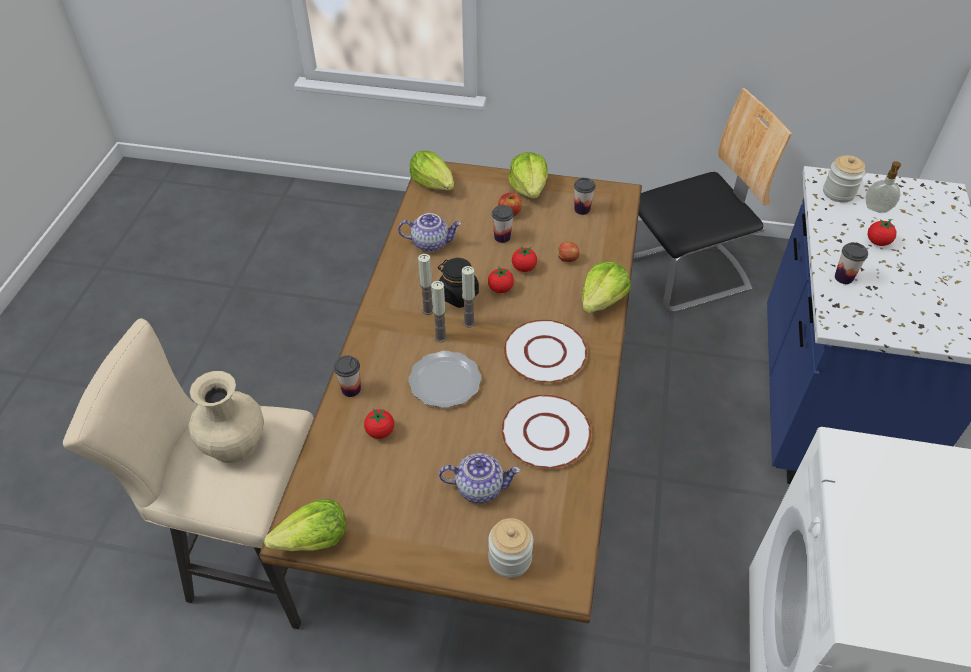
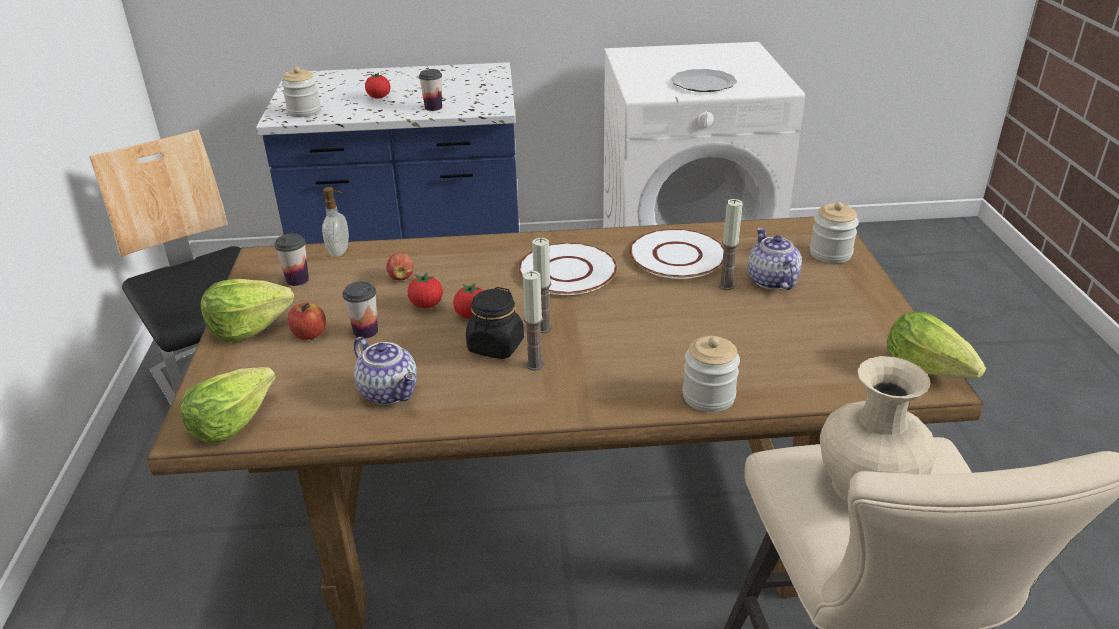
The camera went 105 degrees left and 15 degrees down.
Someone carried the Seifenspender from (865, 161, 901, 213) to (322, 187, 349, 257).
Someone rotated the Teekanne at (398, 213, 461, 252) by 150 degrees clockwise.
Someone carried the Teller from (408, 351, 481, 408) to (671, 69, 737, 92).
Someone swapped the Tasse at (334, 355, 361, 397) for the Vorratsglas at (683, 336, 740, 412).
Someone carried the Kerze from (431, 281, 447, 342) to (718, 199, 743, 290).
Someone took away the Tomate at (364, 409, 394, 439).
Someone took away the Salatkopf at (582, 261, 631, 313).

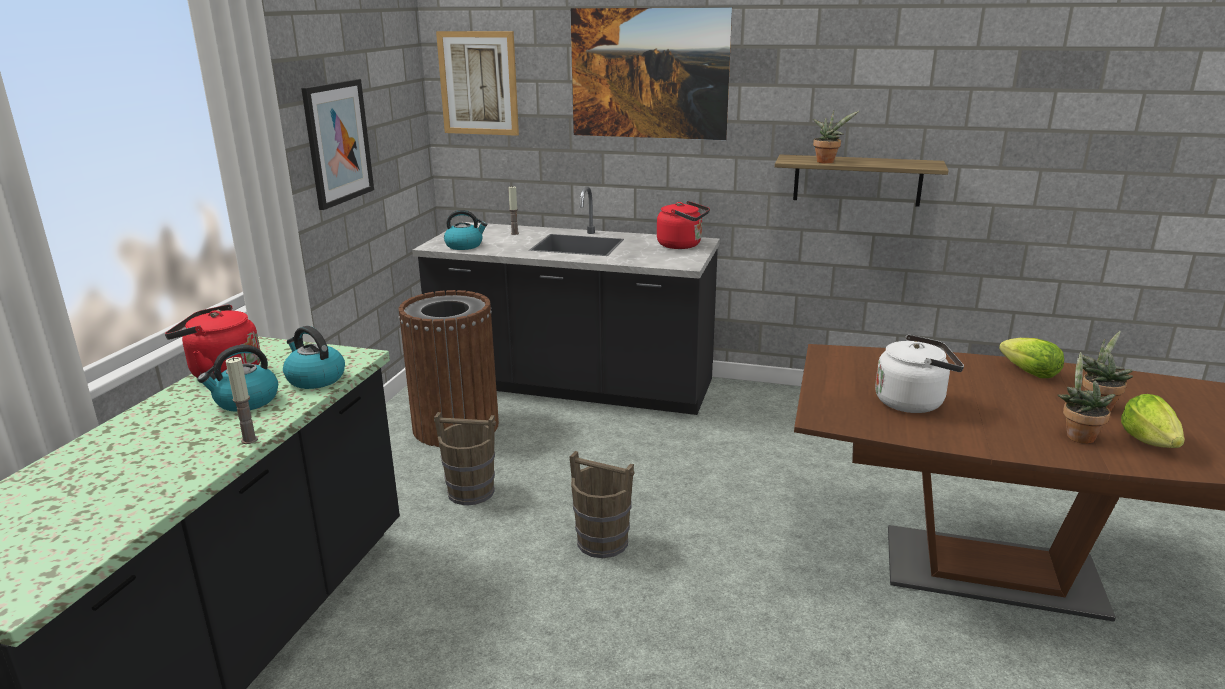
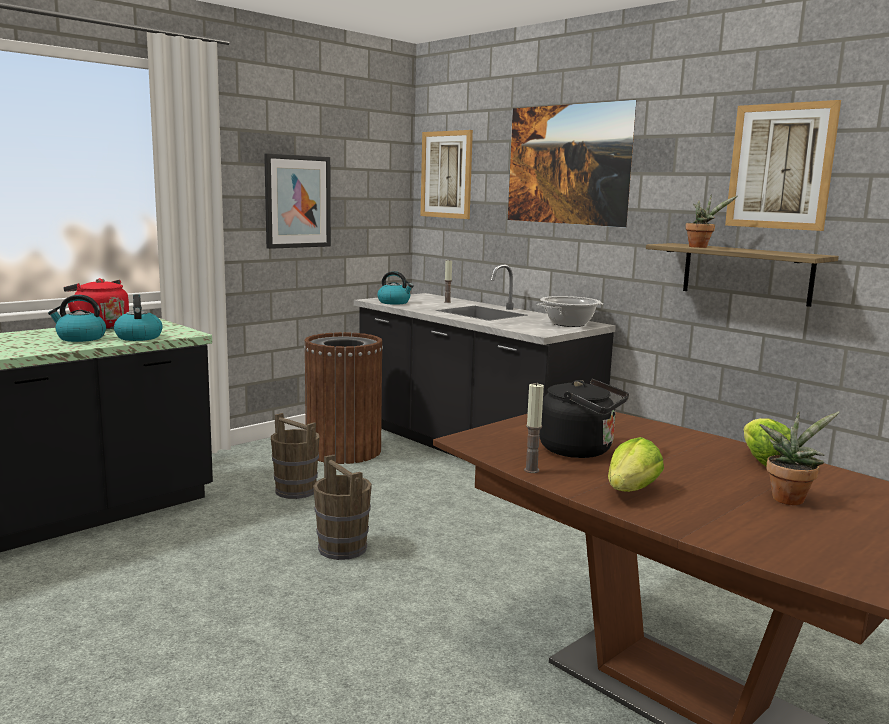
The camera went 30 degrees right and 10 degrees down.
Someone carried the Kerze from (226, 357, 258, 444) to (524, 382, 544, 473).
Someone swapped the Wasserkessel/rot at (657, 201, 710, 249) for the Kochtopf at (537, 296, 603, 327).
Someone repainted the Wasserkessel/weiß at (875, 335, 964, 413), which became the Wasserkessel/schwarz at (539, 379, 629, 458).
Someone carried the Salatkopf from (1121, 394, 1185, 448) to (608, 437, 664, 492).
Someone put up the Bild at (725, 100, 841, 231).
Someone took away the Topfpflanze at (1058, 352, 1116, 444).

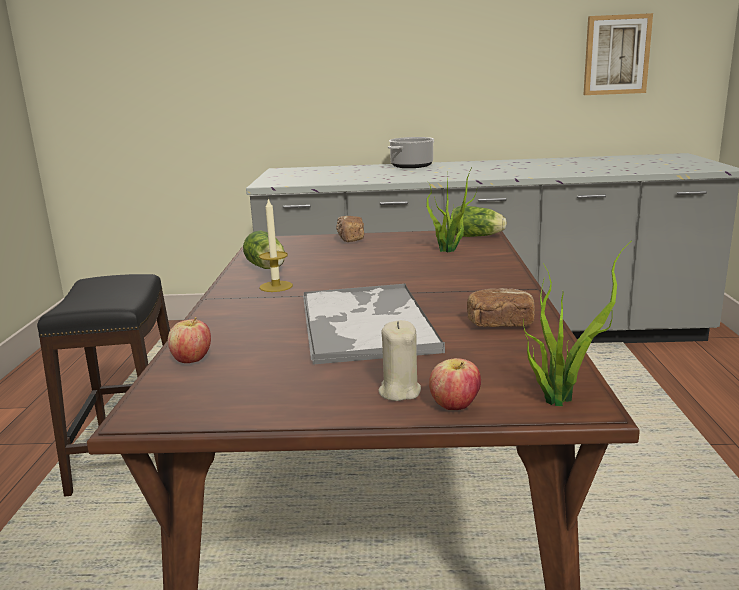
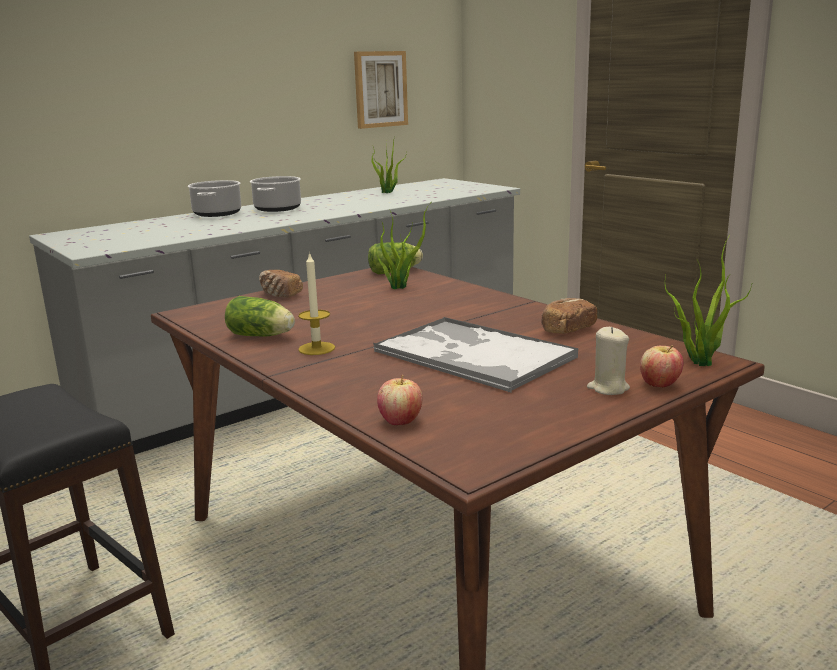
The camera went 40 degrees left and 0 degrees up.
Someone put down the Kochtopf at (250, 176, 301, 212).
Someone put down the Topfpflanze at (372, 134, 407, 193).

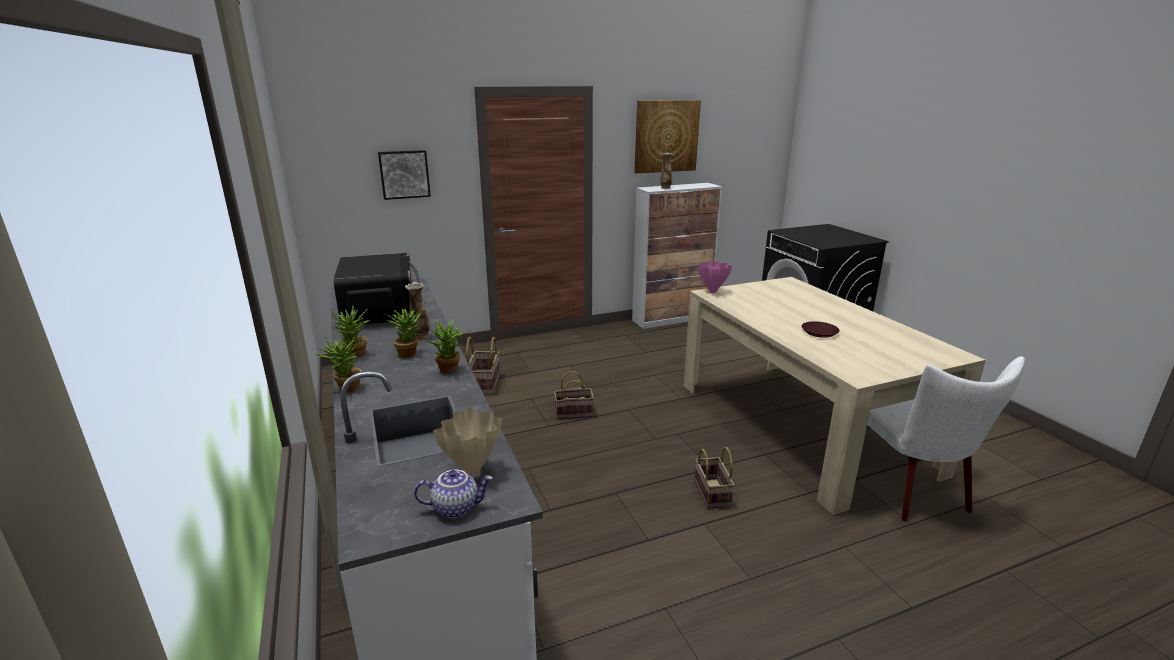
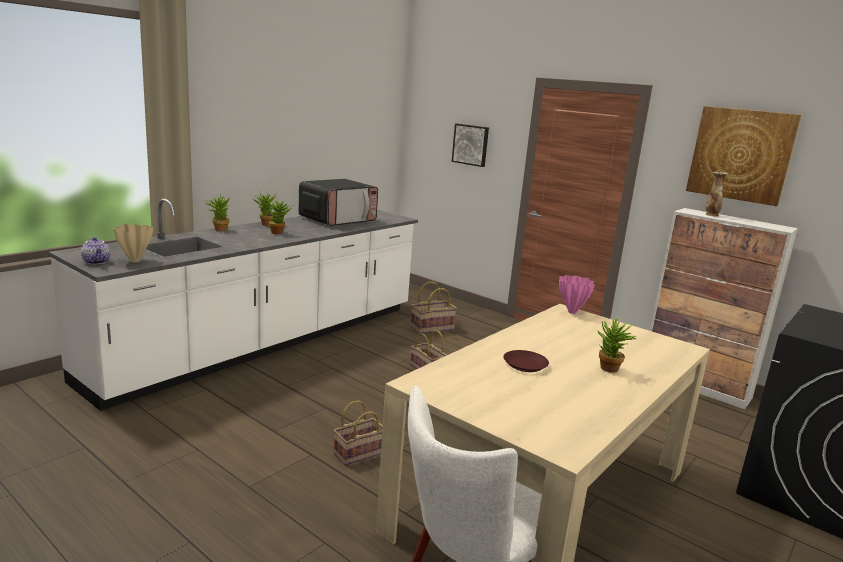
The camera went 60 degrees right and 5 degrees down.
Someone carried the Topfpflanze from (427, 319, 469, 373) to (597, 317, 636, 373).
Someone took away the Vase at (405, 282, 430, 340).

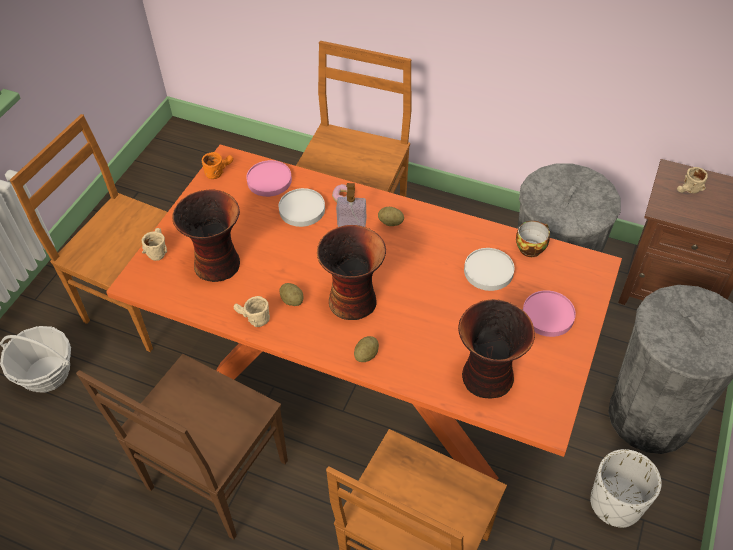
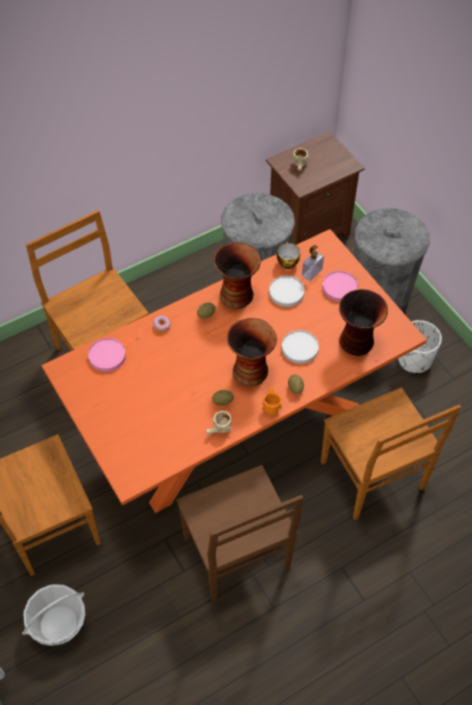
The camera went 55 degrees left and 5 degrees up.
Someone carried the Vase from (172, 190, 240, 282) to (214, 243, 261, 309).
Someone carried the Henkelbecher/orange from (202, 152, 233, 179) to (262, 387, 282, 415).
Someone carried the Teller/weiß from (279, 188, 325, 227) to (282, 330, 319, 364).
Someone carried the Seifenspender from (336, 183, 366, 227) to (302, 245, 324, 281).
Someone took away the Henkelbecher/beige at (141, 228, 167, 261).

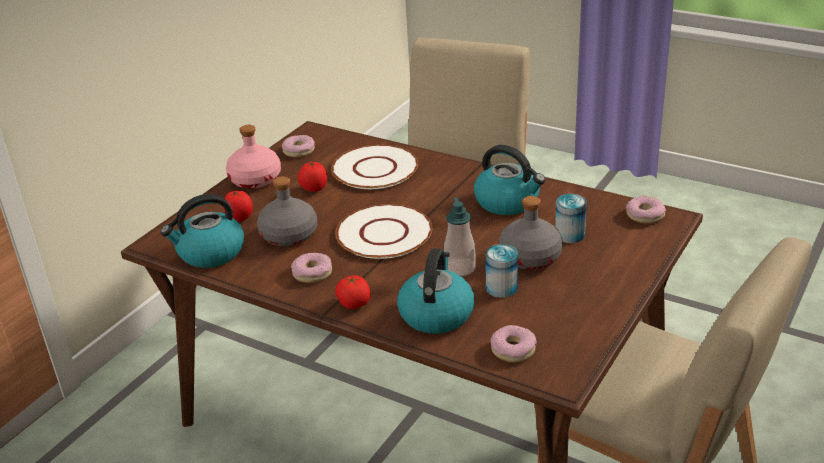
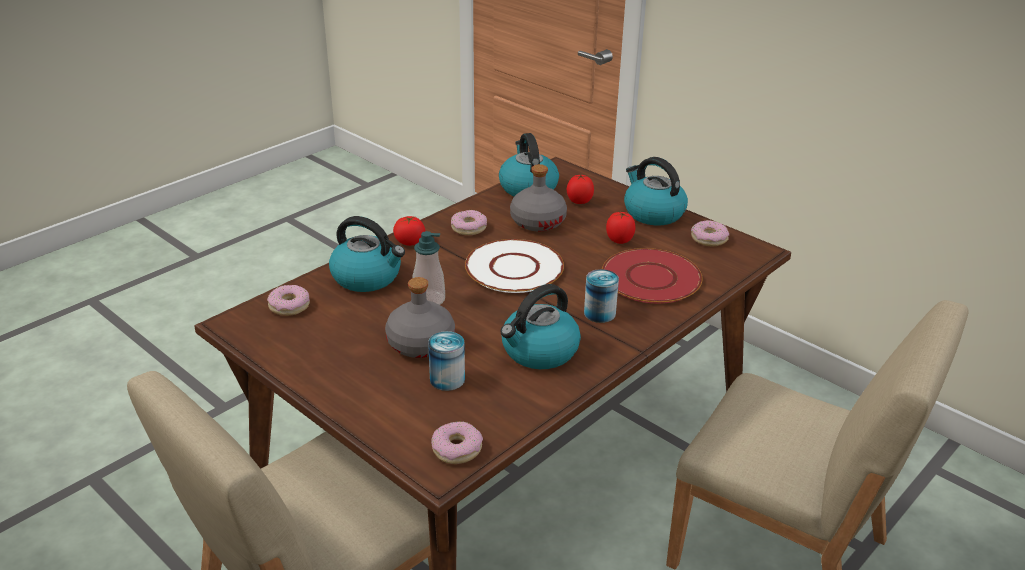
The camera went 100 degrees right and 0 degrees up.
Someone carried the Dose from (485, 244, 518, 298) to (584, 269, 619, 323).
Someone repainted the Teller/weiß at (331, 145, 418, 189), which became the Teller/rot at (602, 248, 703, 304).
Someone swapped the Flasche/rosa at (226, 125, 281, 189) for the Wasserkessel at (624, 157, 688, 225).

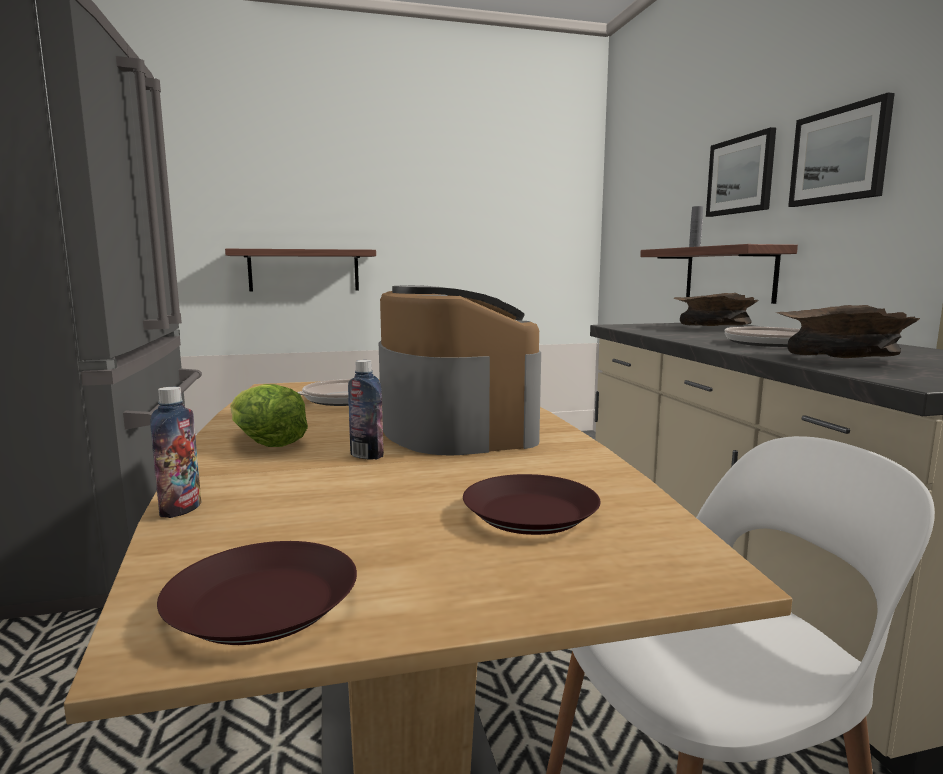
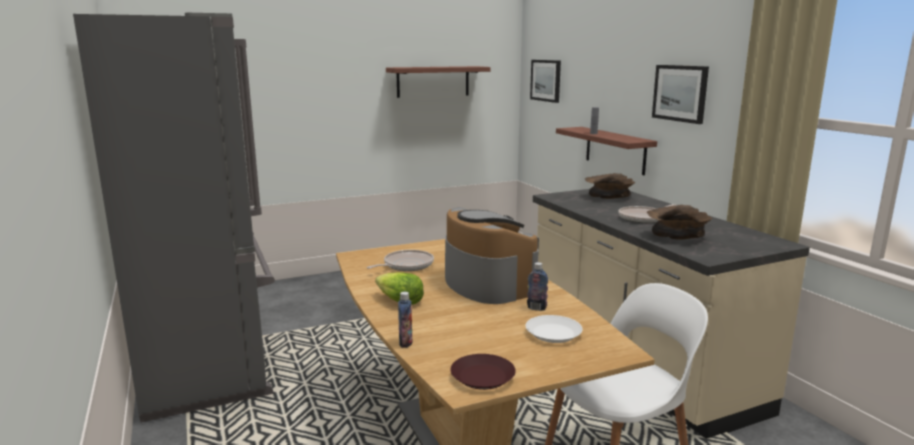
The camera went 10 degrees left and 5 degrees up.
Someone carried the Wandregal from (225, 249, 376, 291) to (386, 66, 490, 98).
Someone repainted the Teller/braun at (463, 474, 601, 535), which became the Teller/weiß at (526, 315, 583, 343).
Someone carried the Flasche from (348, 360, 384, 459) to (527, 262, 548, 311).
Someone carried the Bild from (706, 127, 776, 217) to (530, 60, 561, 103).

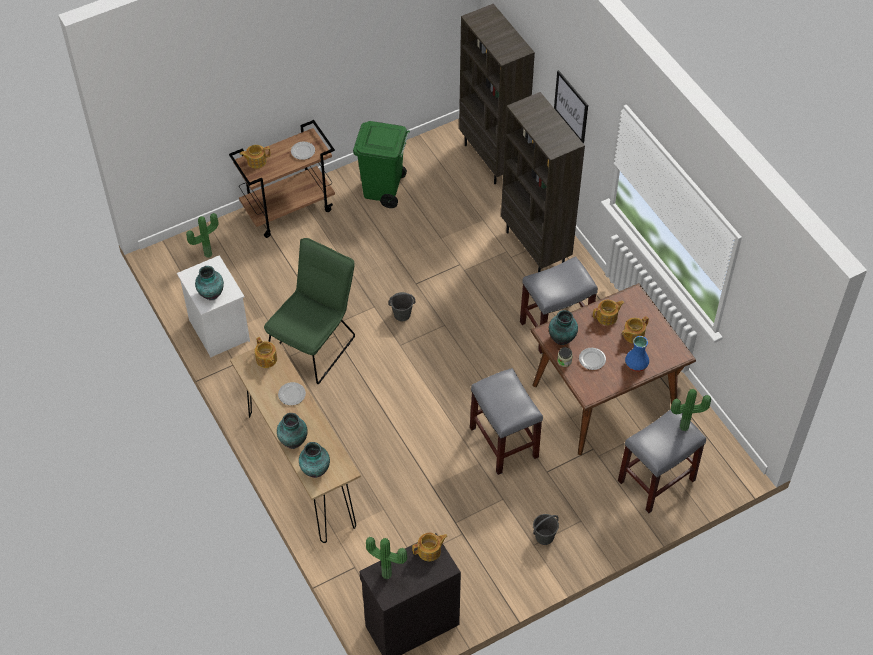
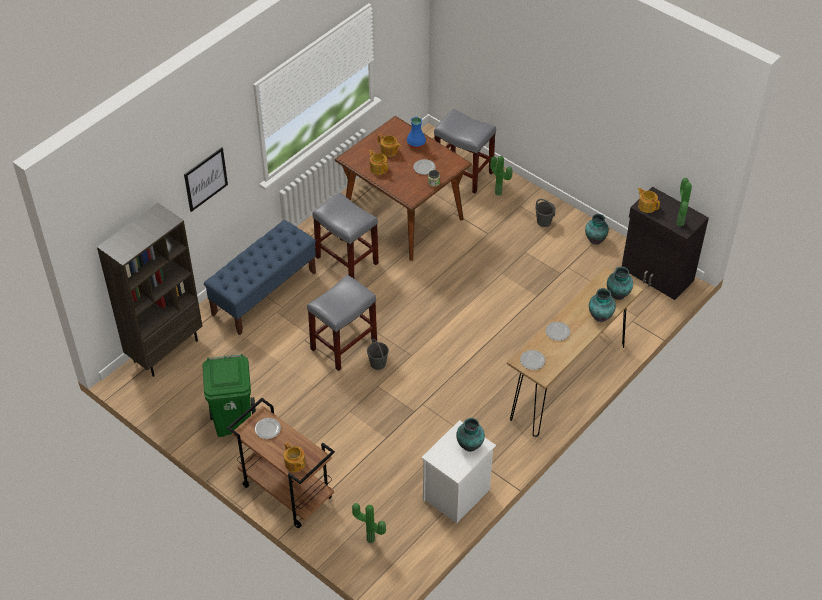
The camera went 110 degrees left and 5 degrees down.
Someone swapped the Bücherregal/braun at (501, 92, 585, 272) for the Bank/blau at (204, 220, 316, 335).
Someone carried the Hocker/grau from (470, 368, 543, 475) to (307, 275, 377, 371).
Someone carried the Topfpflanze from (671, 389, 711, 431) to (490, 156, 512, 196).
Someone swapped the Teekanne at (255, 337, 277, 368) for the Teller at (520, 350, 545, 370).
Someone carried the Vase from (549, 310, 578, 345) to (585, 214, 609, 245).
Someone took away the Stuhl/grün at (264, 238, 355, 384).

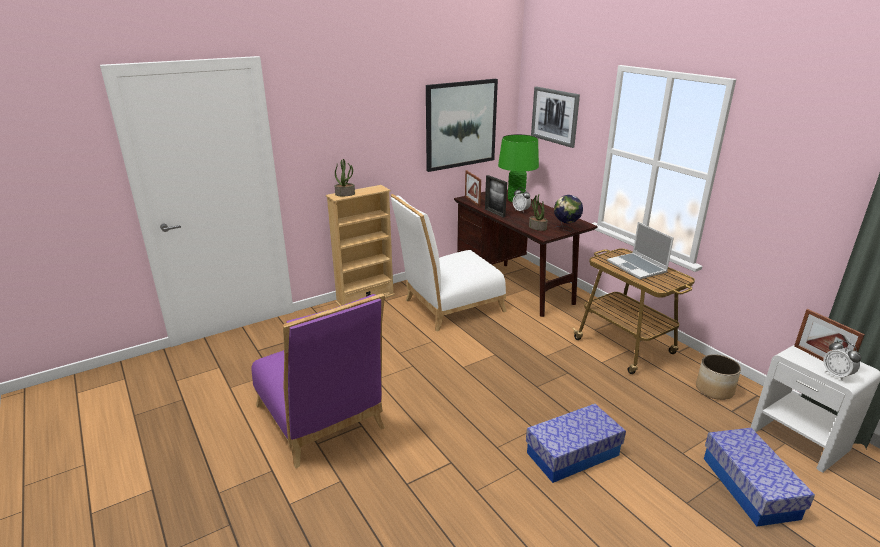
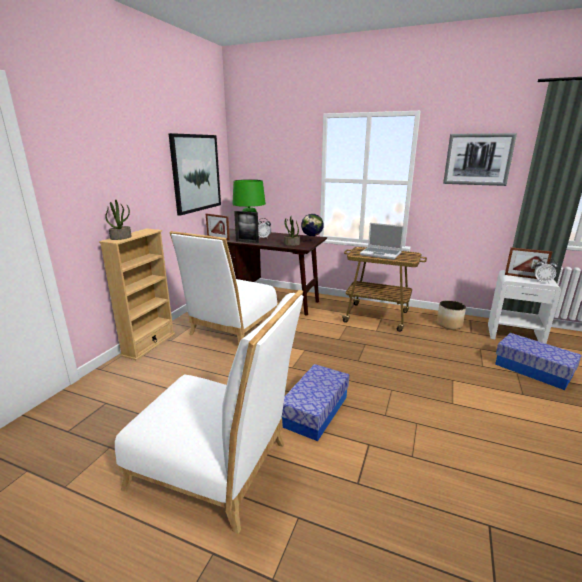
The camera went 35 degrees left and 5 degrees down.
Someone repainted the Stuhl/lila at (252, 294, 385, 468), which became the Stuhl/weiß at (115, 290, 304, 534).
Someone carried the Aufbewahrungsbox from (526, 404, 626, 483) to (281, 364, 349, 441).
Someone carried the Bild from (531, 87, 580, 148) to (443, 133, 517, 186).

